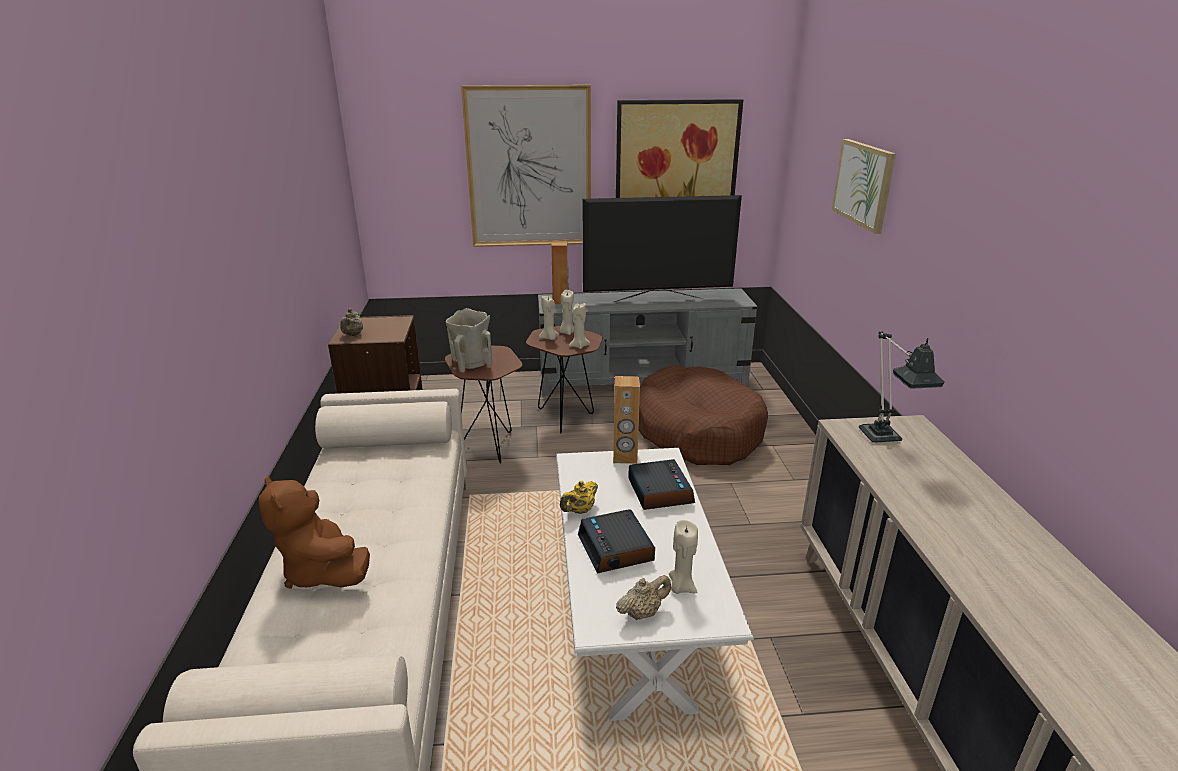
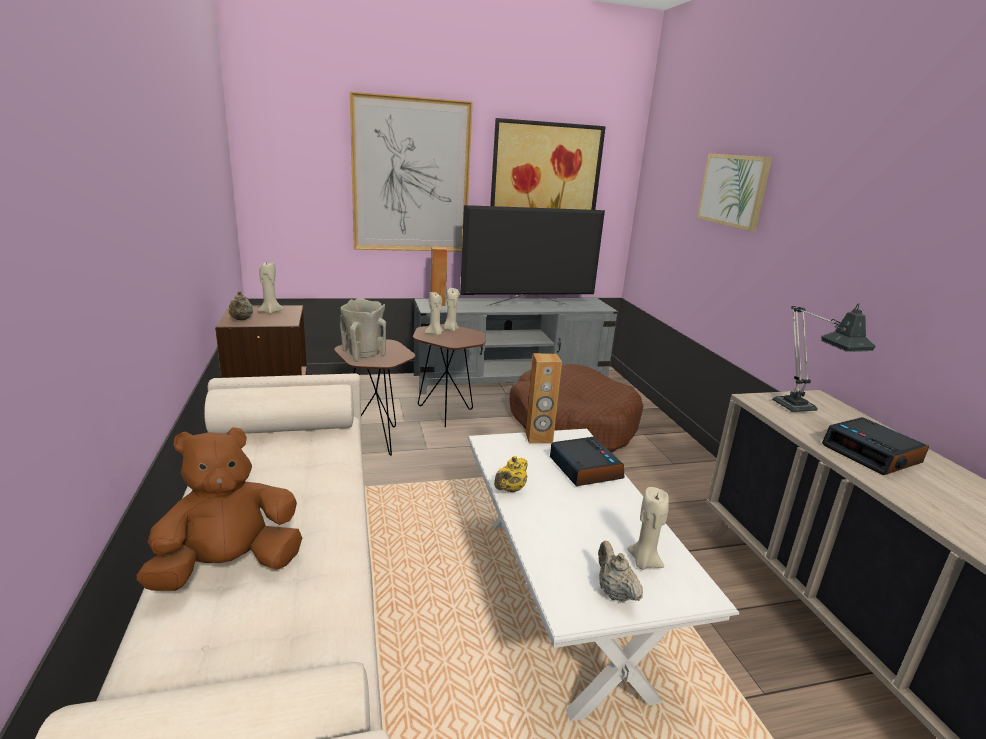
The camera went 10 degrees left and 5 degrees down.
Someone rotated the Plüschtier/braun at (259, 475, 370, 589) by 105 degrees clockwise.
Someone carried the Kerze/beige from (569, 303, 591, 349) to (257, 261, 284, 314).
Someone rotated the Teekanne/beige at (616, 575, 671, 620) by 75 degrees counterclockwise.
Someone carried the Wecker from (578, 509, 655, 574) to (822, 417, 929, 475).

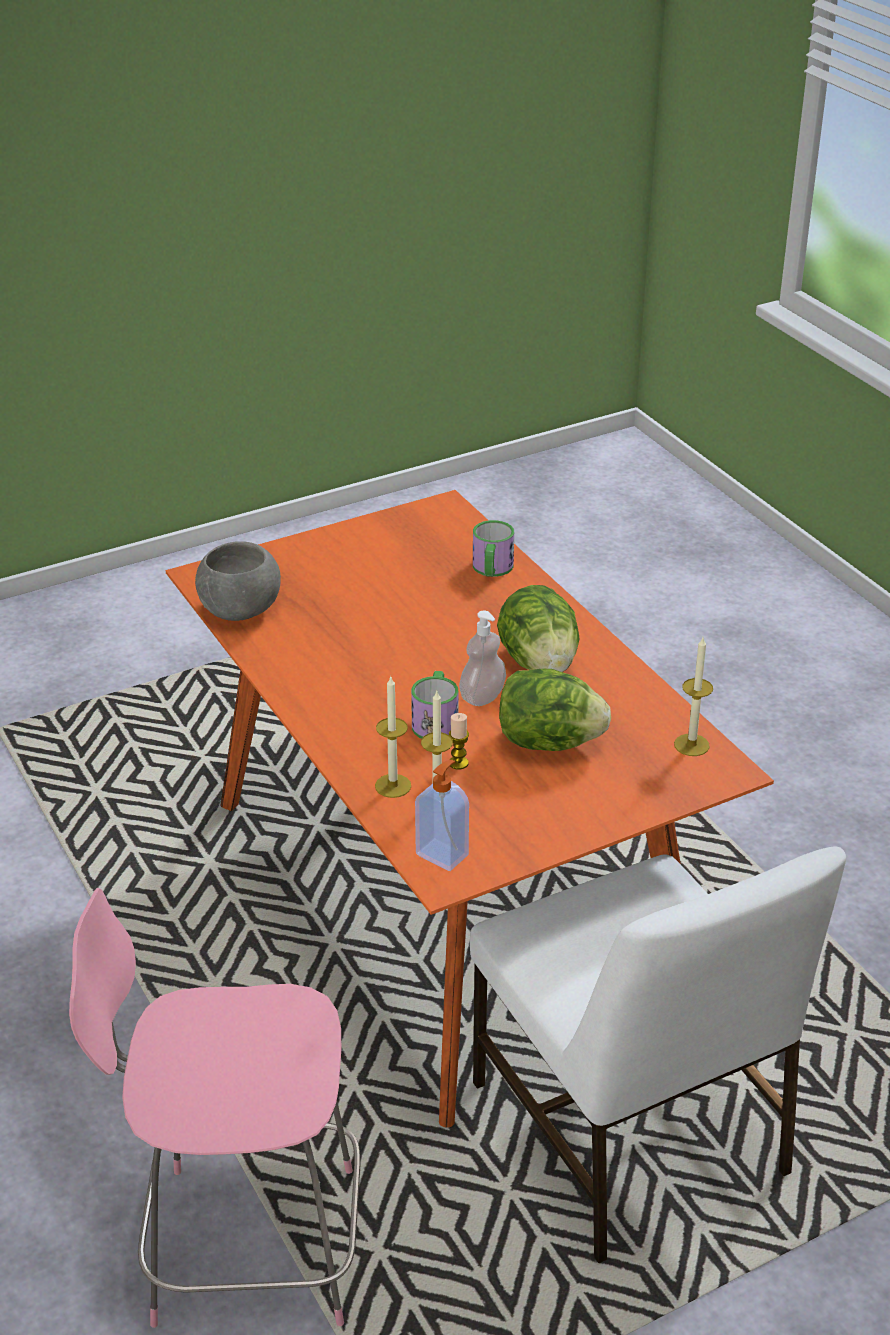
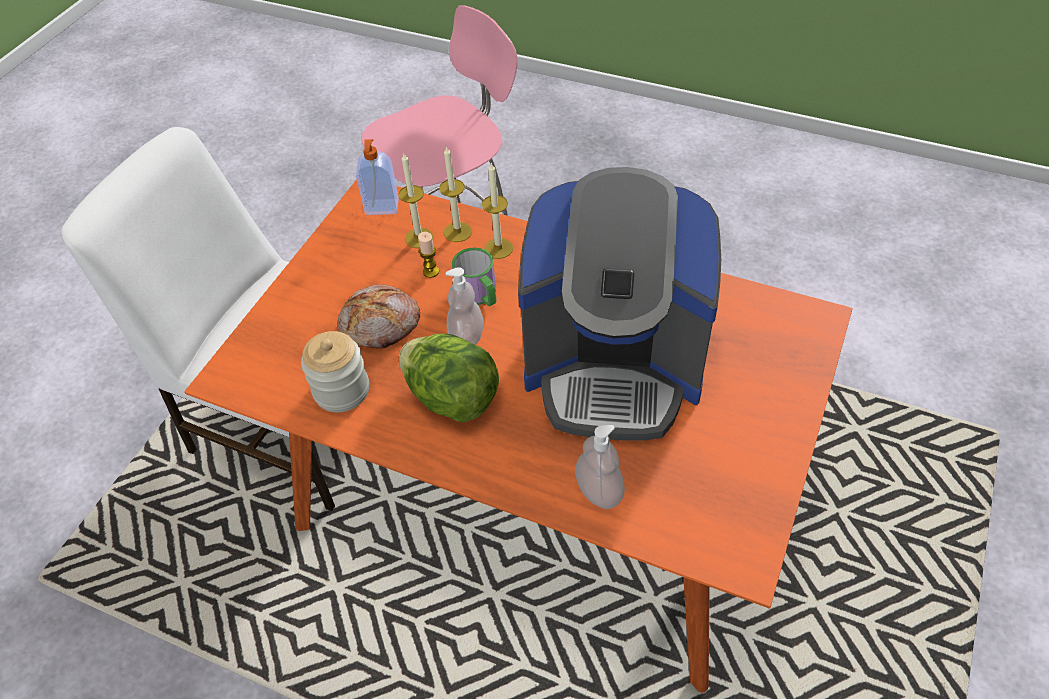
The camera went 145 degrees right and 15 degrees up.
Someone put down the Vorratsglas at (301, 331, 369, 412).
Someone swapped the Salatkopf at (499, 669, 611, 751) for the Brot at (337, 285, 420, 348).
Someone carried the Kerze from (674, 638, 713, 756) to (482, 163, 513, 259).
Someone put down the Kaffeemaschine at (518, 167, 721, 441).
Someone swapped the Henkelbecher at (473, 520, 514, 577) for the Seifenspender at (575, 425, 625, 509).
Someone took away the Schüssel/grau at (195, 541, 281, 621).

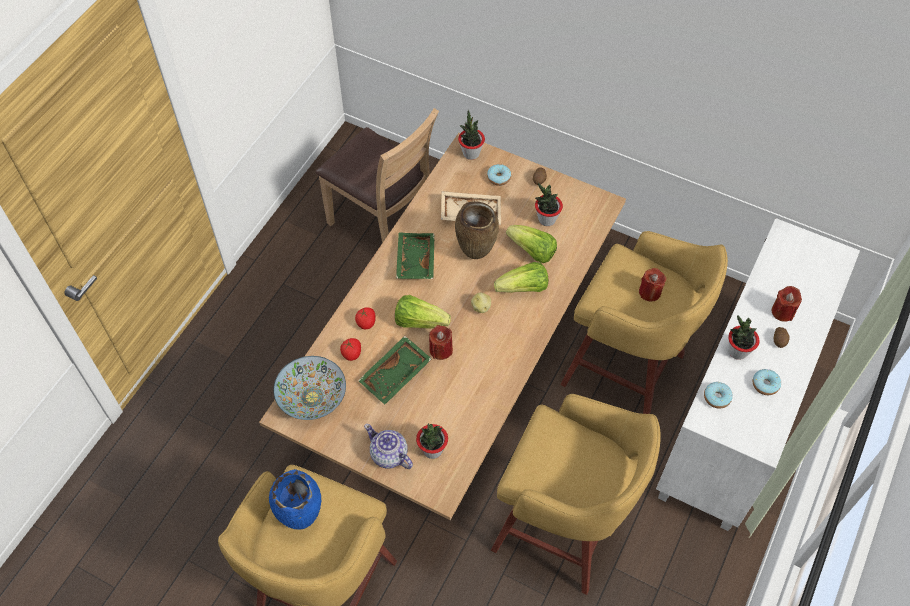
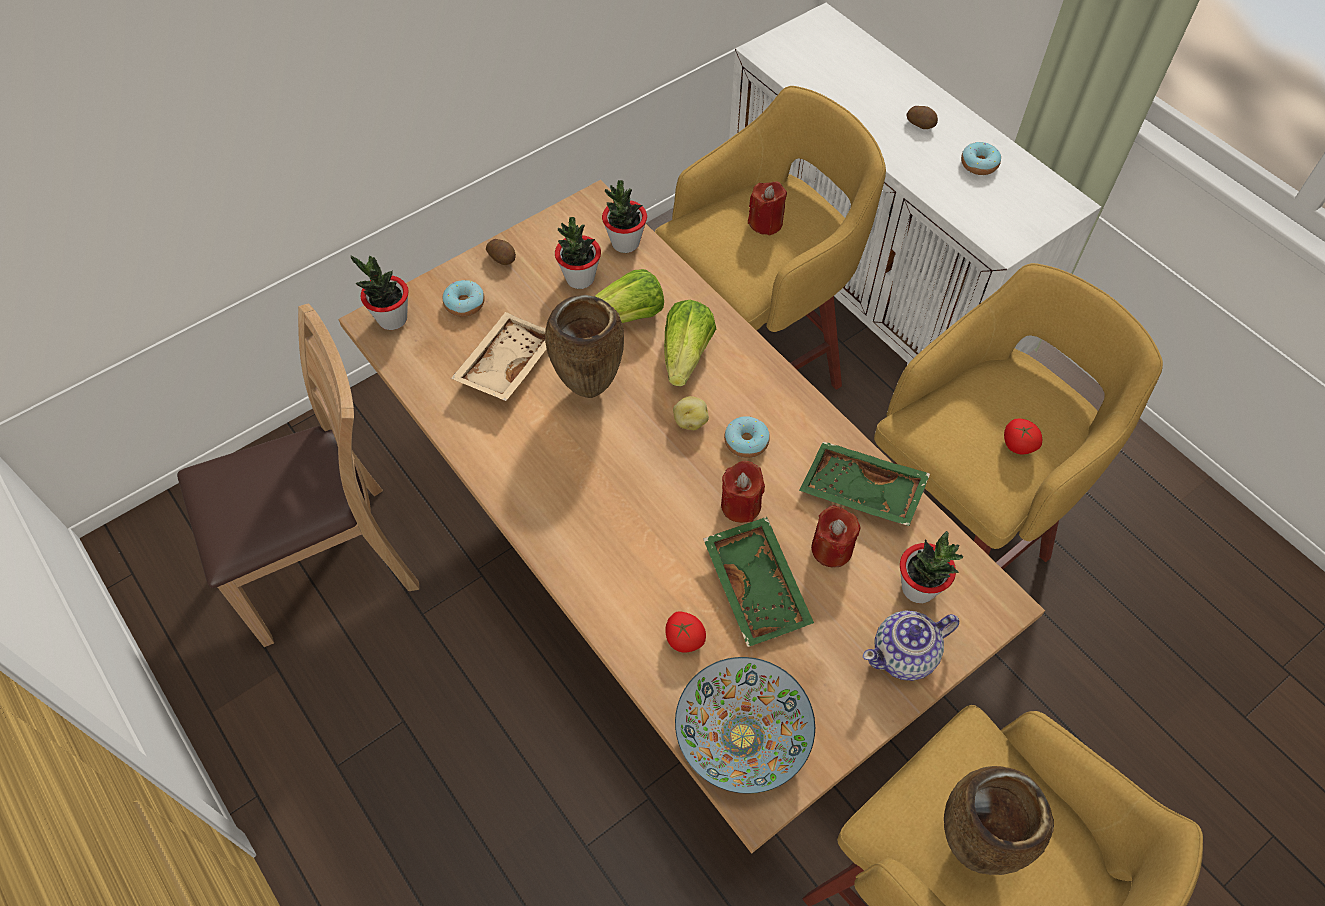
The camera went 65 degrees left and 0 degrees up.
Someone carried the Topfpflanze from (728, 316, 759, 360) to (602, 180, 647, 253).
Someone carried the Donut from (704, 382, 733, 409) to (724, 416, 770, 458).
Someone carried the Tablett/grün from (396, 232, 435, 279) to (799, 441, 930, 526).
Someone carried the Kerze/rot from (771, 286, 802, 322) to (811, 505, 860, 567).
Someone repainted the Vase/blau at (269, 469, 321, 530), which became the Vase/braun at (944, 766, 1054, 875).
Someone carried the Tomate from (355, 307, 376, 329) to (1004, 419, 1042, 454).
Someone took away the Salatkopf at (395, 295, 451, 328).

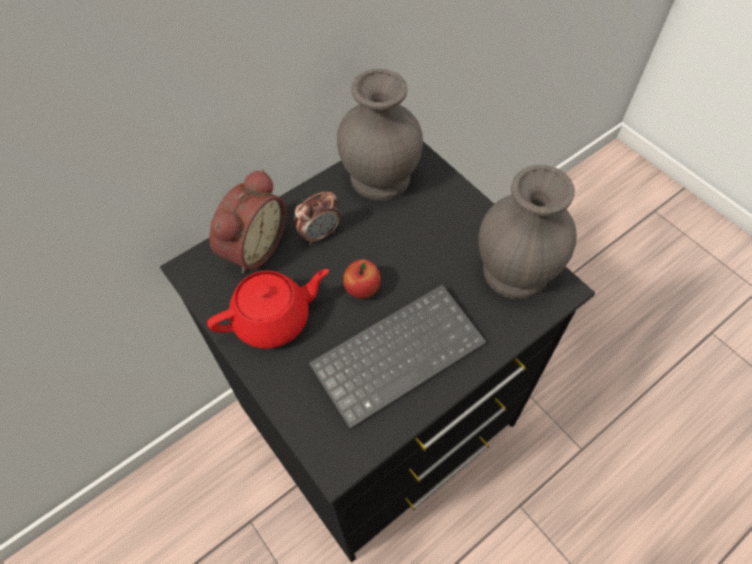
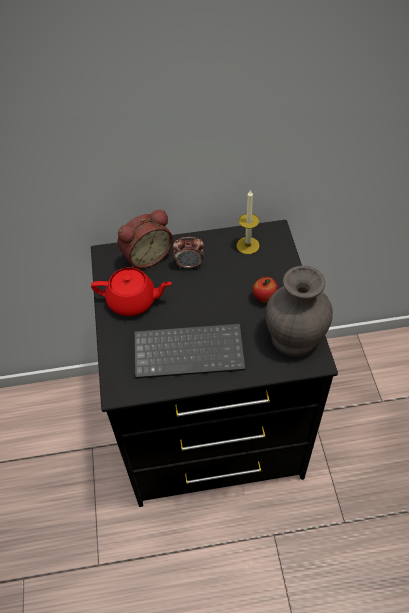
The camera went 30 degrees right and 5 degrees down.
Someone swapped the Vase/grau at (337, 69, 423, 201) for the Kerze at (237, 189, 259, 254).
Someone carried the Apfel from (343, 259, 381, 298) to (252, 277, 278, 303).

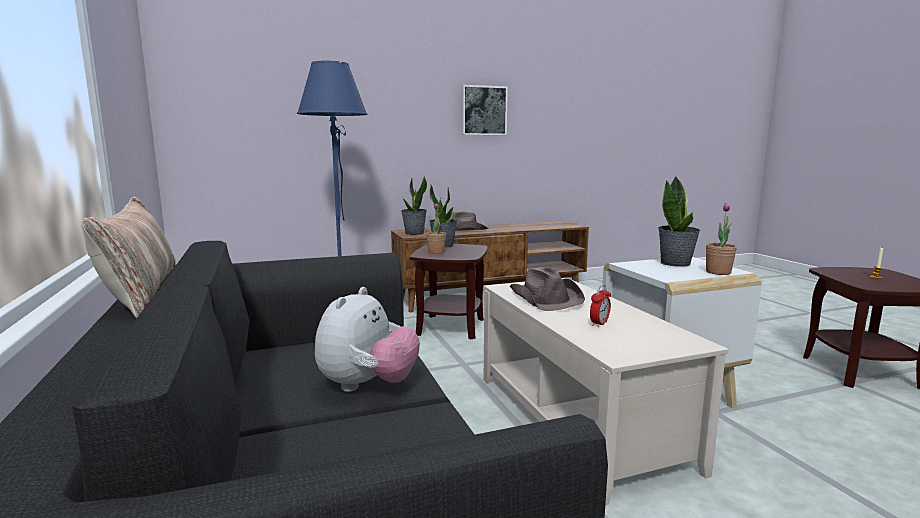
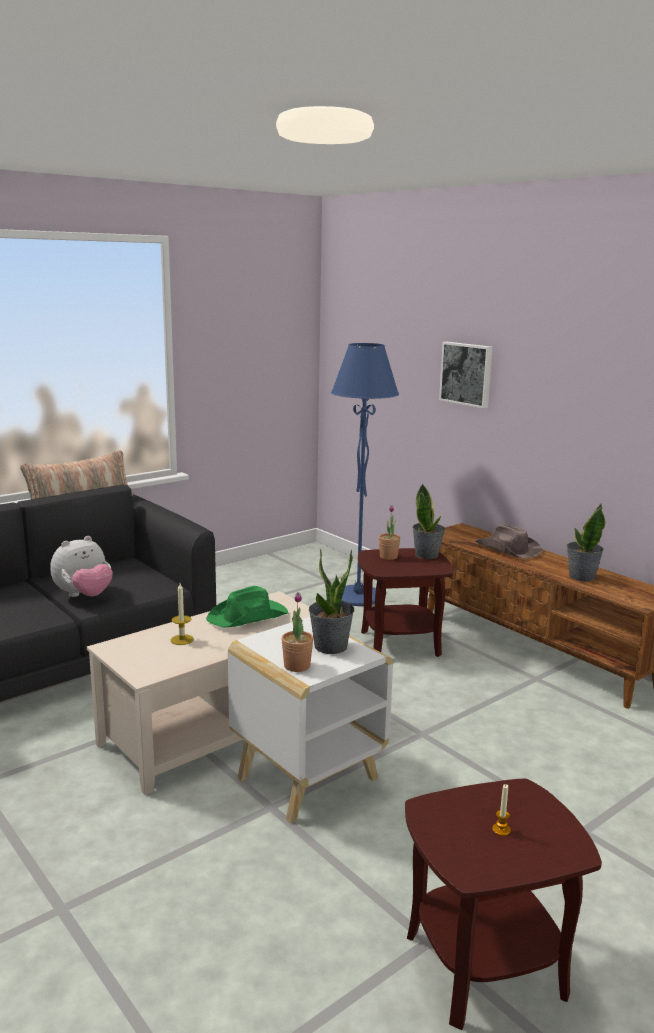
The camera went 70 degrees right and 5 degrees up.
Someone rotated the Plüschtier at (315, 287, 420, 392) by 45 degrees counterclockwise.
Someone swapped the Wecker at (590, 285, 611, 327) for the Kerze at (171, 583, 194, 645).
Someone repainted the Hut/braun at (510, 267, 585, 311), which became the Hut/grün at (206, 586, 288, 628).
Someone carried the Bild from (461, 85, 508, 135) to (439, 342, 493, 408).
Someone carried the Topfpflanze from (401, 176, 427, 235) to (567, 503, 605, 582).

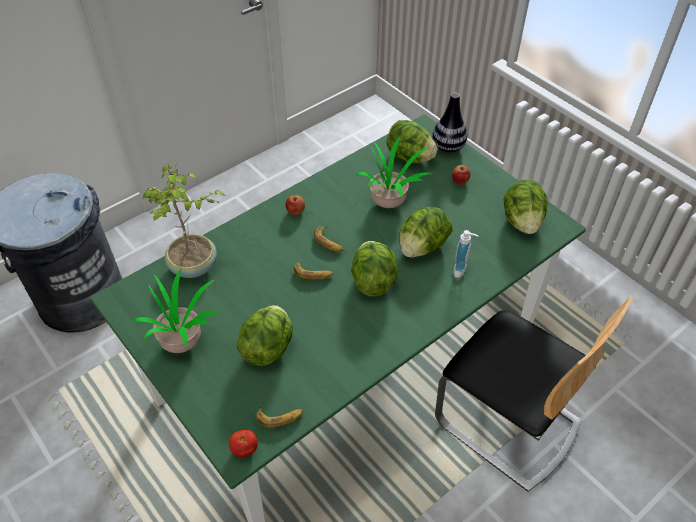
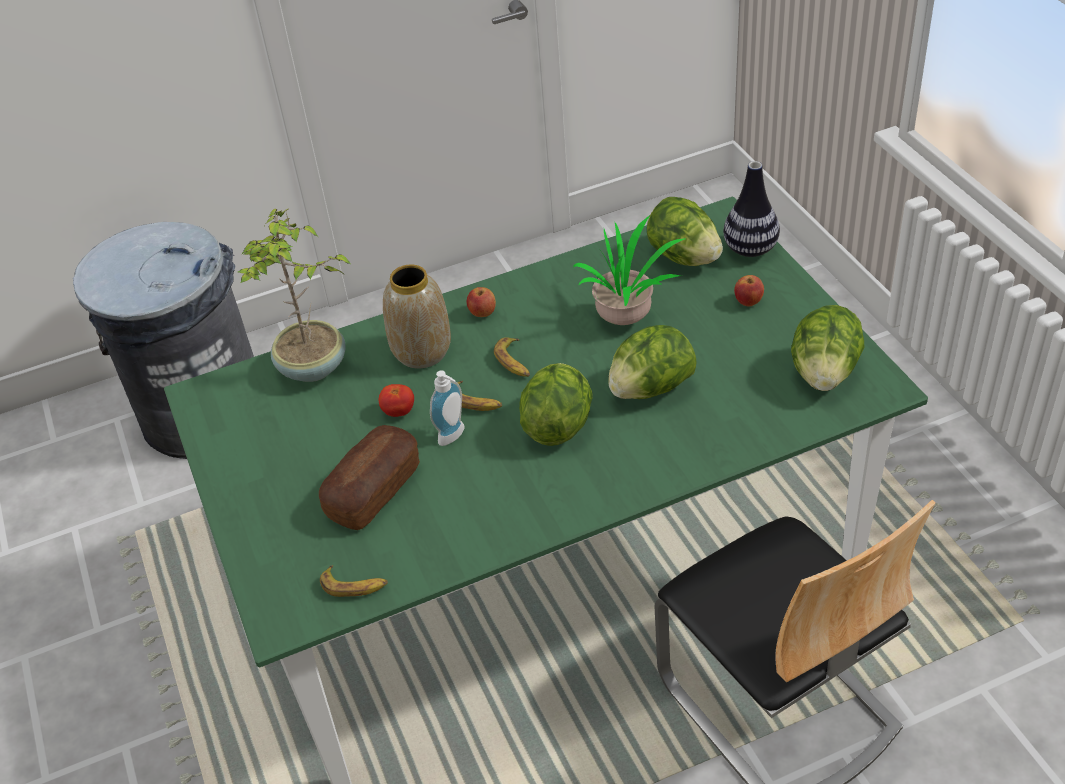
The camera went 20 degrees right and 5 degrees down.
Someone swapped the Salatkopf at (237, 305, 293, 366) for the Brot at (319, 425, 420, 530).
Someone carried the Tomate from (229, 430, 258, 457) to (378, 384, 414, 417).
Someone put down the Vase at (383, 264, 451, 369).
Someone carried the Seifenspender from (453, 230, 479, 278) to (430, 370, 465, 446).
Someone took away the Topfpflanze at (134, 268, 222, 353).

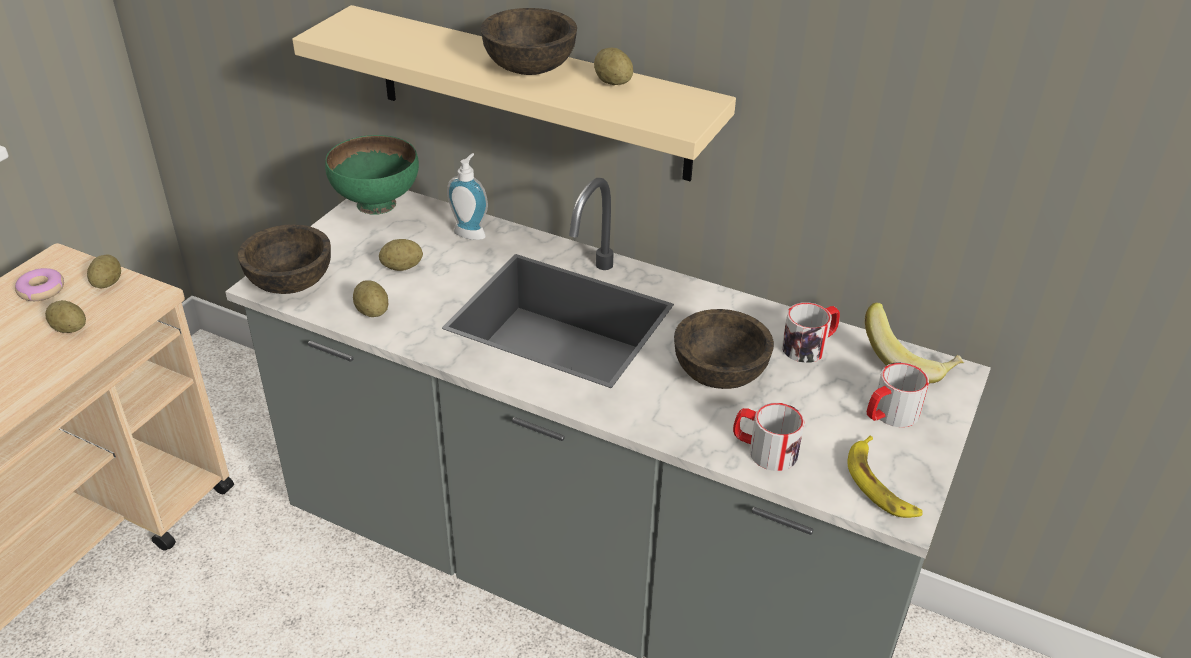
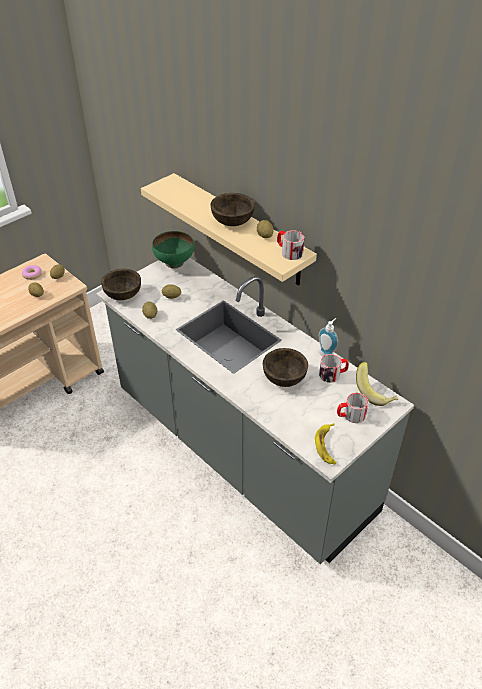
The camera went 20 degrees right and 5 degrees up.
Someone carried the Henkelbecher from (733, 403, 805, 471) to (277, 230, 304, 260).
Someone carried the Seifenspender from (447, 153, 488, 240) to (319, 318, 338, 357).

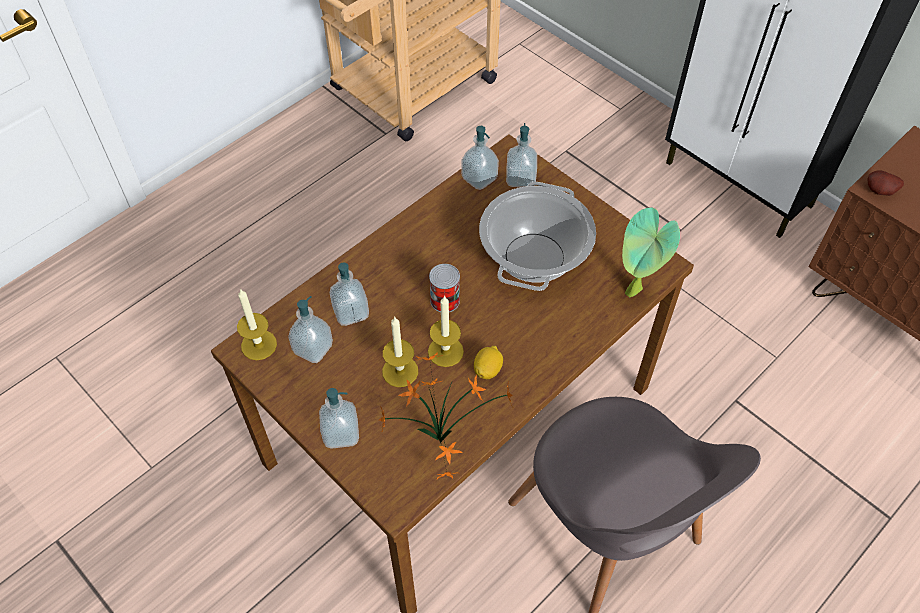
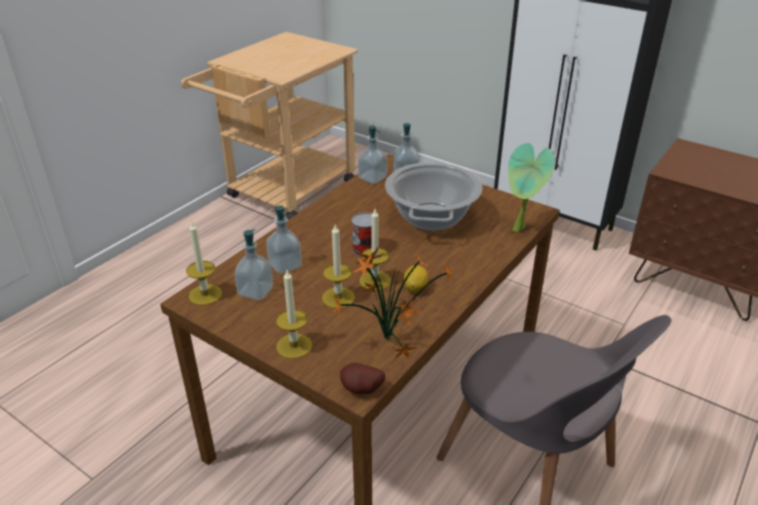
The camera went 10 degrees left and 20 degrees down.
Someone swapped the Seifenspender at (319, 388, 359, 449) for the Kerze at (276, 270, 312, 359).
Someone carried the Kartoffel from (867, 170, 904, 196) to (340, 363, 385, 394).

